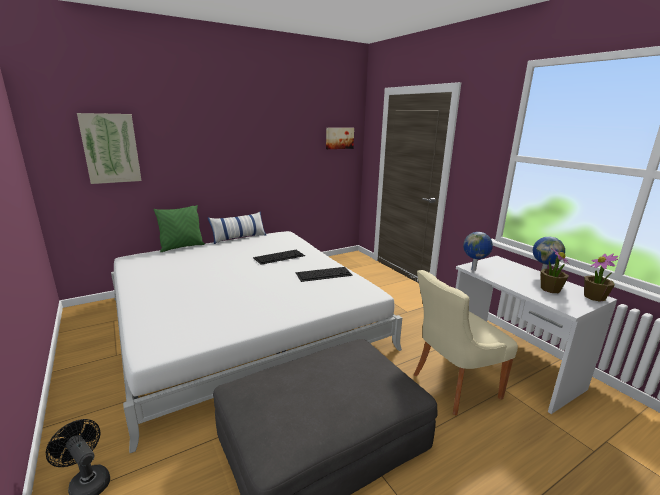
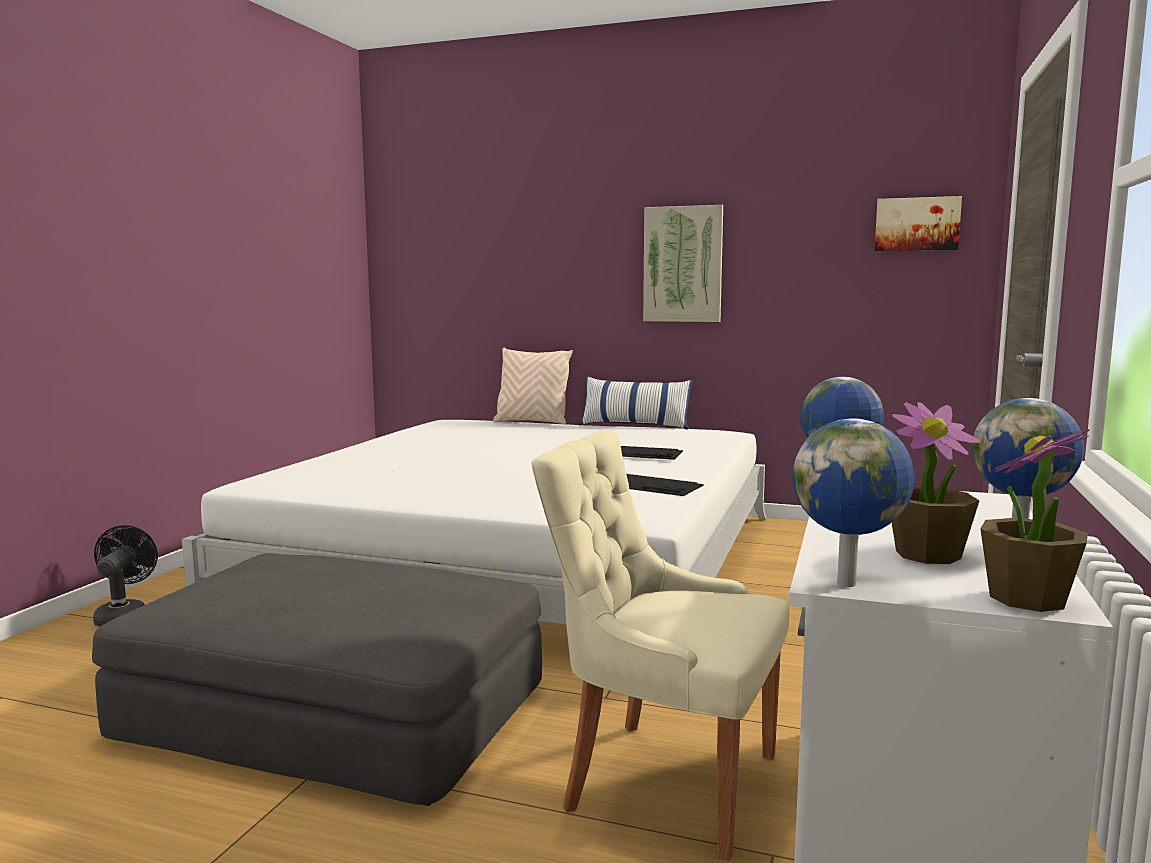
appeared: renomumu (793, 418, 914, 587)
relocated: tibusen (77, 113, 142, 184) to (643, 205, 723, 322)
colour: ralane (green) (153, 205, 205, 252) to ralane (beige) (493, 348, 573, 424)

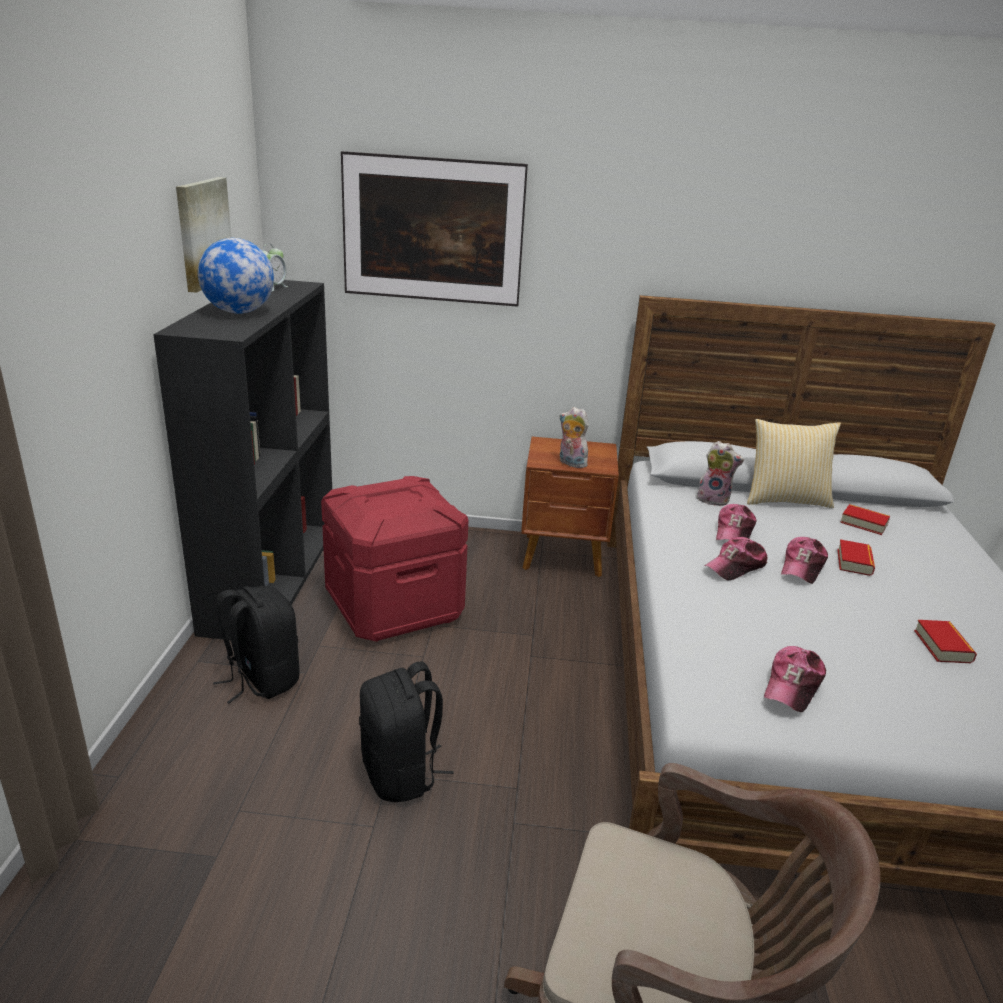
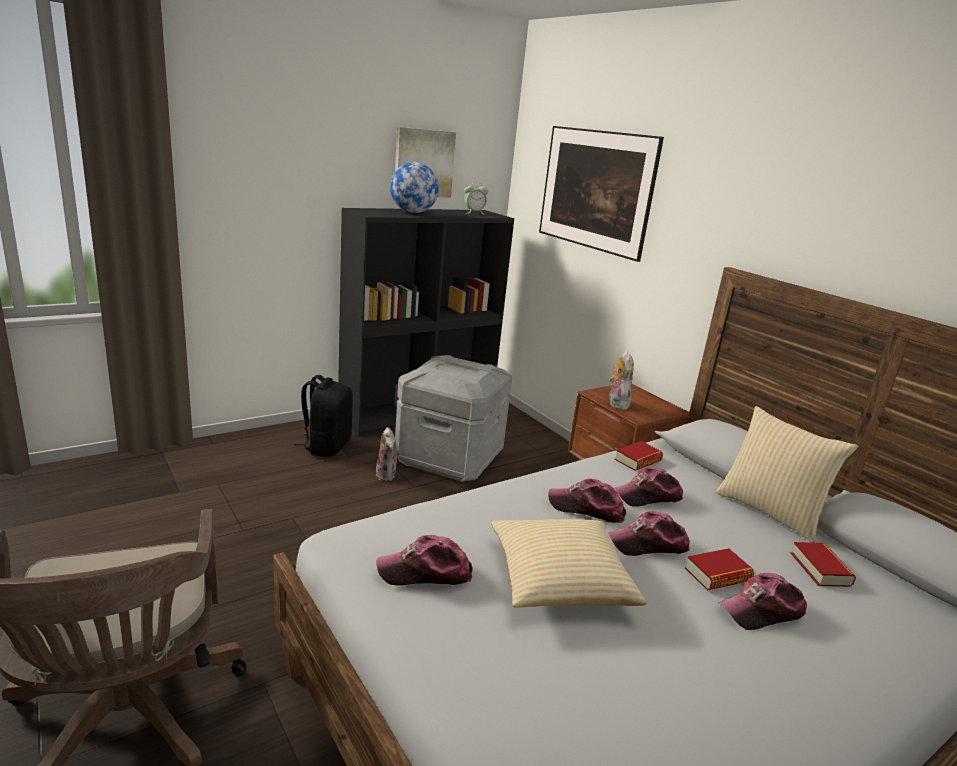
missing: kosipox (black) (359, 662, 453, 802)
appeared: ralane (491, 519, 647, 608); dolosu (719, 573, 807, 630)
relocated: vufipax (696, 441, 744, 506) to (376, 427, 400, 481); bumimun (914, 620, 977, 663) to (614, 441, 663, 471)
colour: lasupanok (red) (321, 476, 469, 642) to lasupanok (grey) (395, 355, 512, 482)

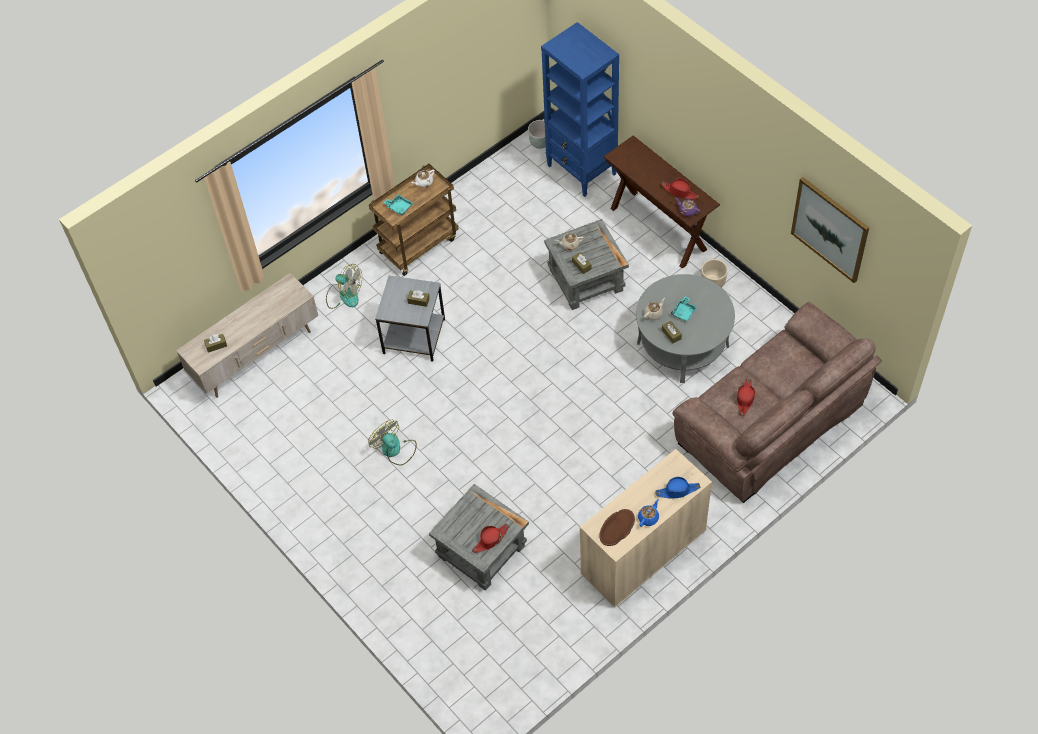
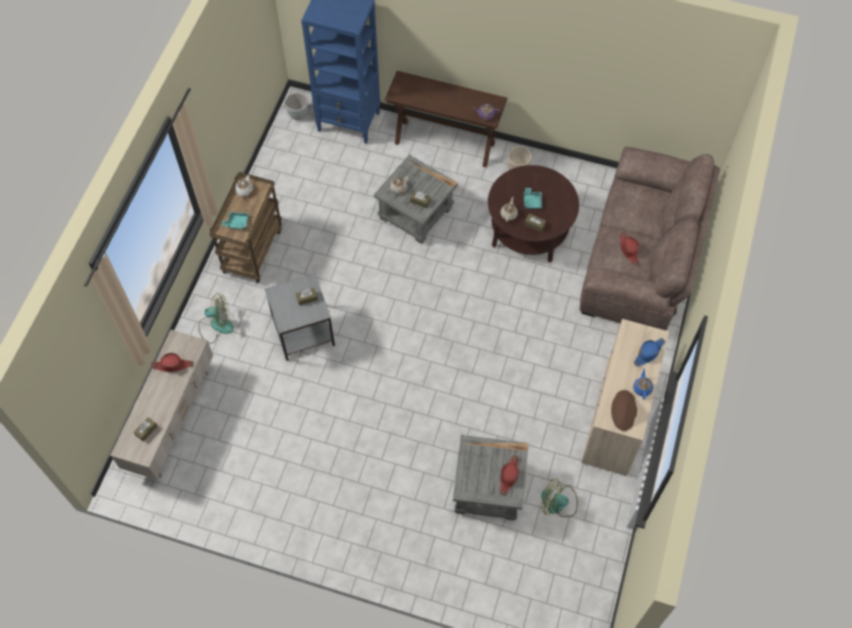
missing: tibusen (791, 177, 869, 283)
relocated: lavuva (368, 419, 417, 465) to (541, 479, 578, 517); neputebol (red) (661, 179, 699, 199) to (151, 353, 193, 372)
colour: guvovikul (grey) (636, 274, 735, 383) to guvovikul (brown) (488, 165, 579, 262)

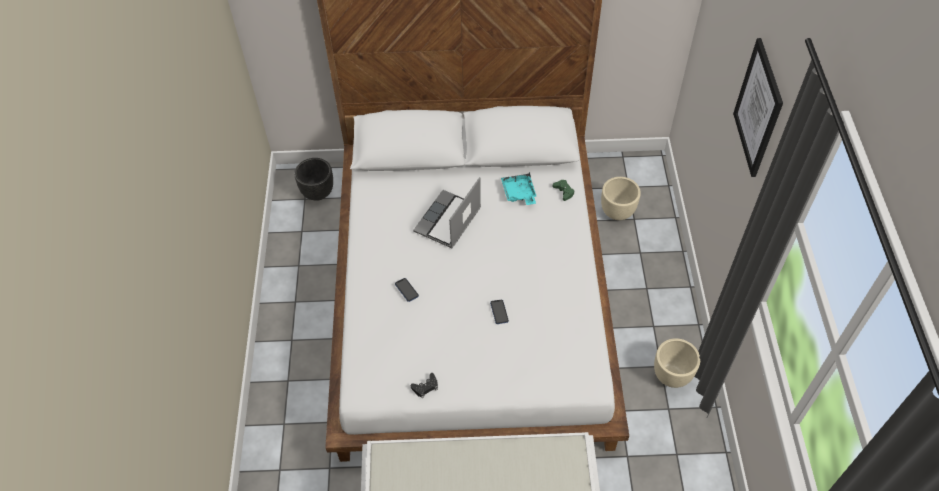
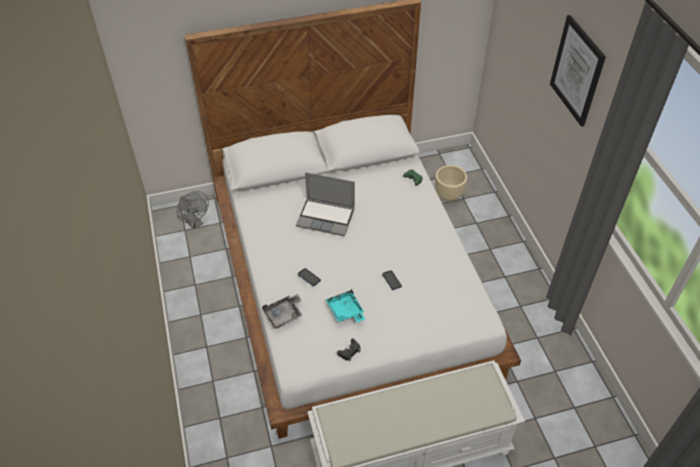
missing: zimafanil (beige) (654, 338, 700, 388)
appeared: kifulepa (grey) (262, 294, 302, 329)
relocated: kifulepa (turquoise) (501, 172, 536, 205) to (326, 289, 365, 322)
exchanged: zimafanil (black) (294, 158, 333, 201) to lavuva (grey) (177, 191, 209, 229)
spun: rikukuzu (413, 177, 481, 248) = (296, 172, 355, 236) 90 degrees counterclockwise

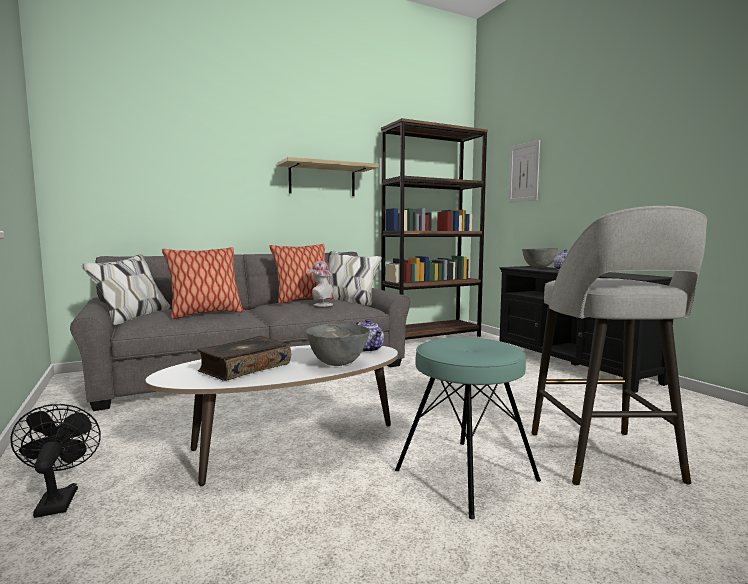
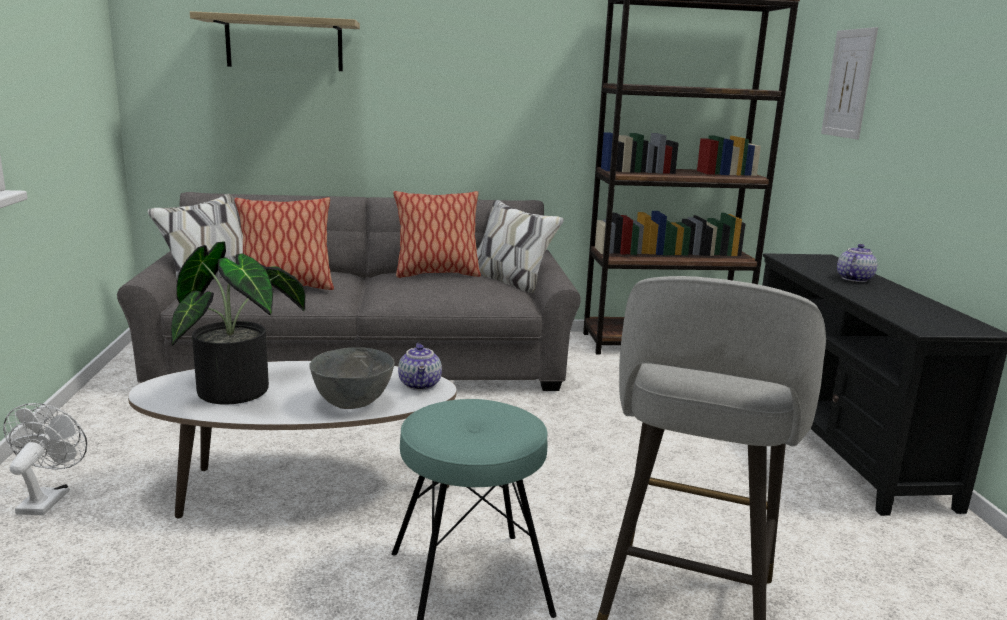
missing: neputebol (307, 261, 333, 307); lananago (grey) (522, 248, 558, 268)
relocated: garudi (277, 157, 379, 196) to (190, 11, 360, 71)
exchanged: bumimun (197, 336, 291, 381) to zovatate (171, 241, 305, 404)
colour: lavuva (black) (10, 404, 101, 518) to lavuva (white) (3, 403, 87, 515)

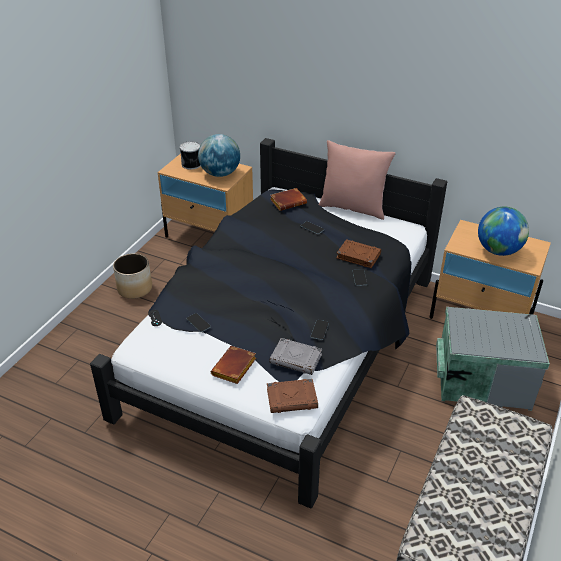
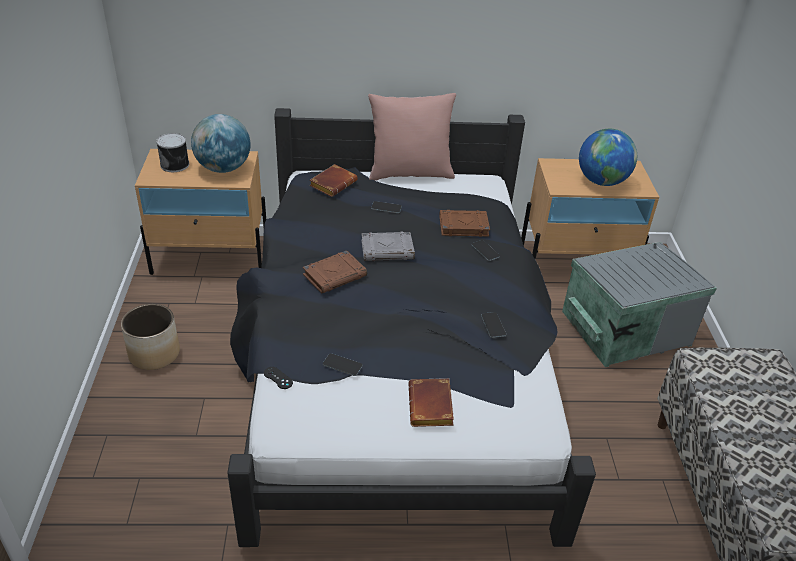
relocated: bumimun (brown) (267, 379, 318, 413) to (303, 251, 367, 294); bumimun (grey) (269, 338, 322, 375) to (361, 232, 415, 261)

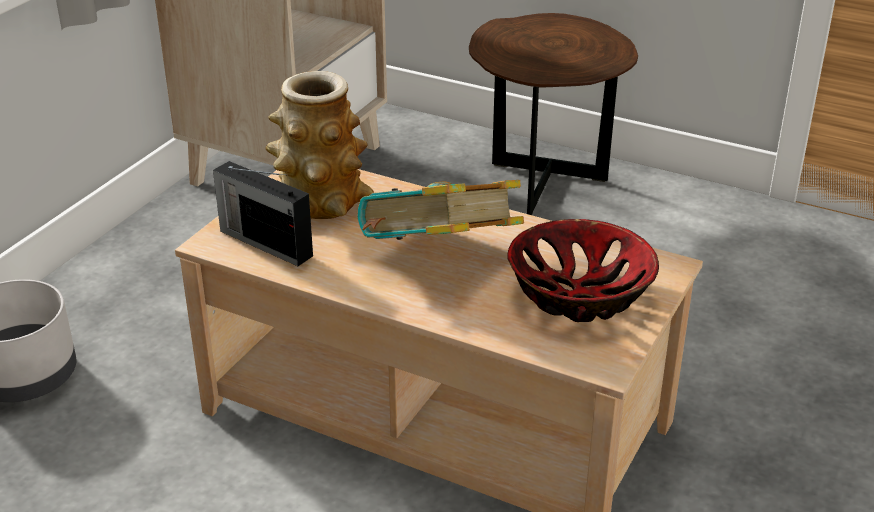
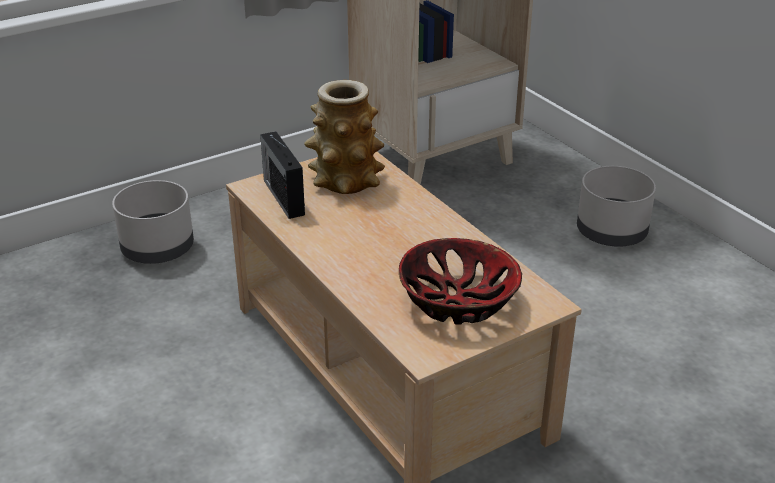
missing: bumimun (357, 180, 524, 240)
exchanged: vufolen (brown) (469, 13, 638, 215) to zimafanil (grey) (577, 166, 656, 247)

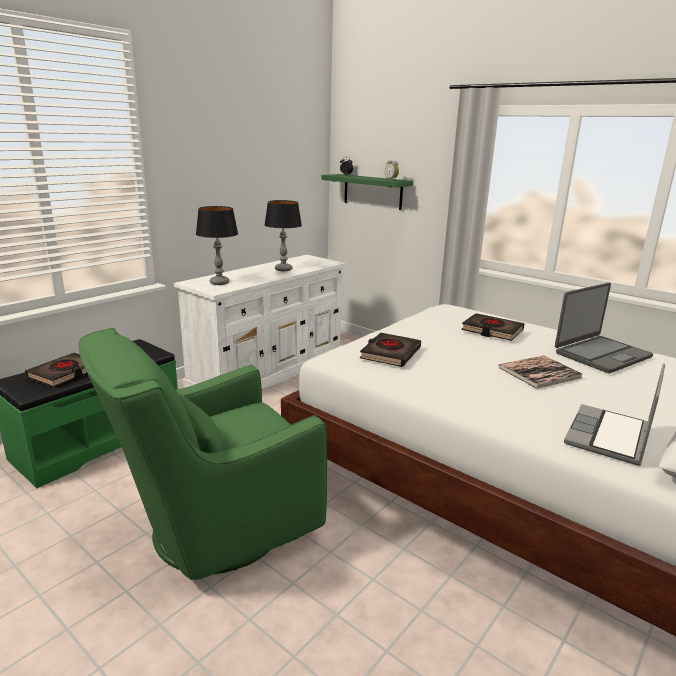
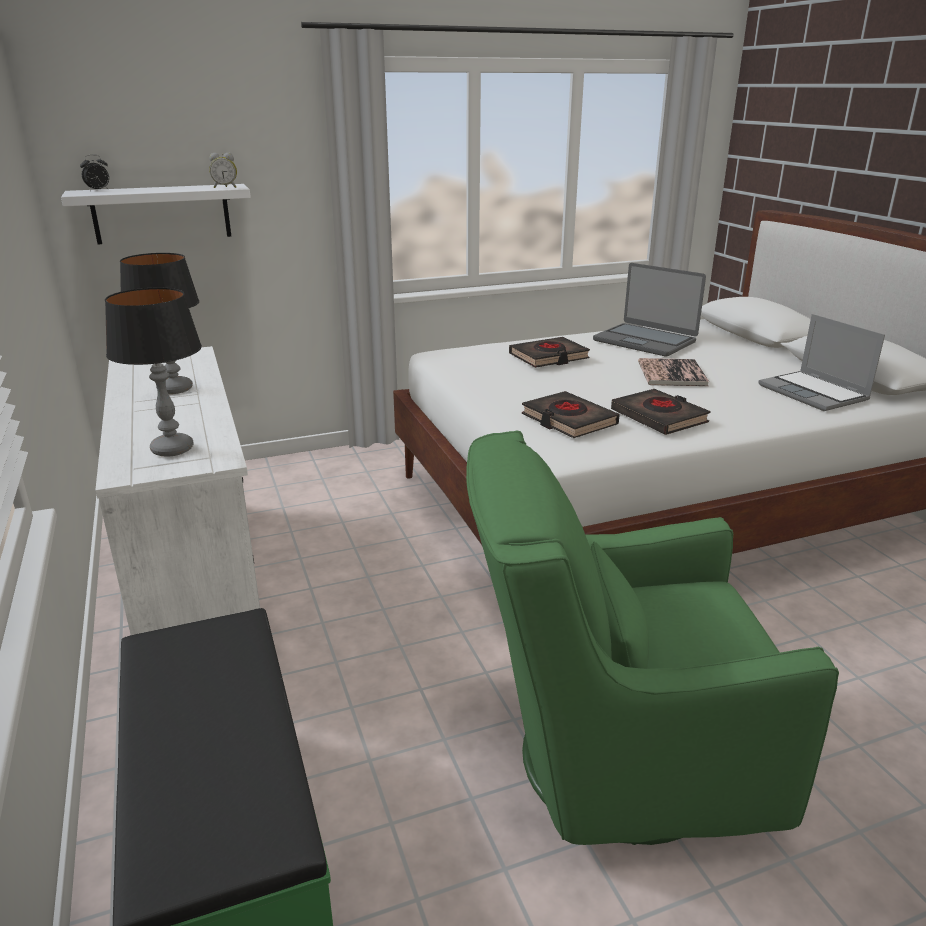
relocated: bumimun (black) (25, 353, 87, 387) to (611, 389, 711, 435)
colour: garudi (green) (321, 174, 413, 210) to garudi (white) (61, 184, 251, 244)
spun: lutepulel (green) (79, 328, 327, 580) = (466, 430, 839, 845) 90 degrees clockwise; rikukuzu (555, 283, 653, 373) = (593, 263, 706, 357) 135 degrees clockwise

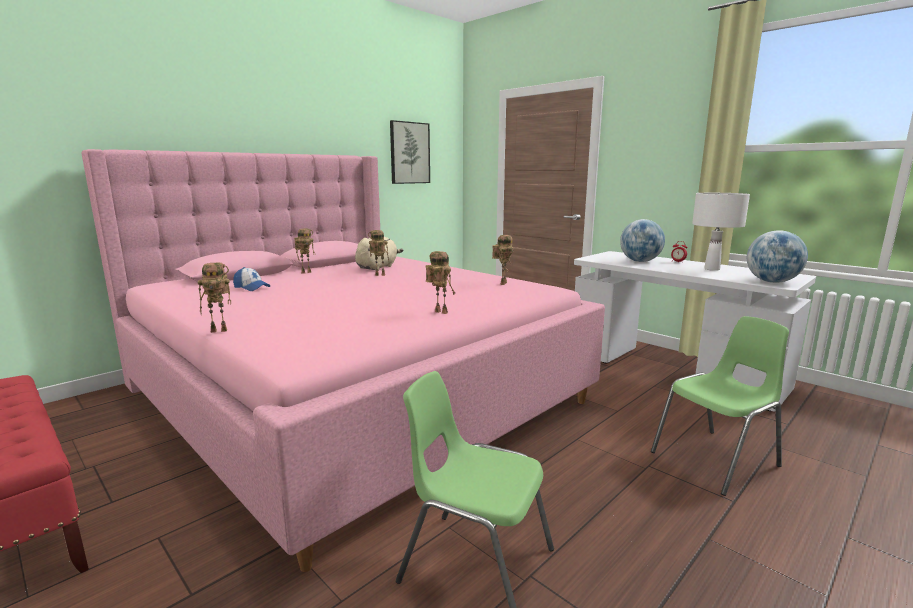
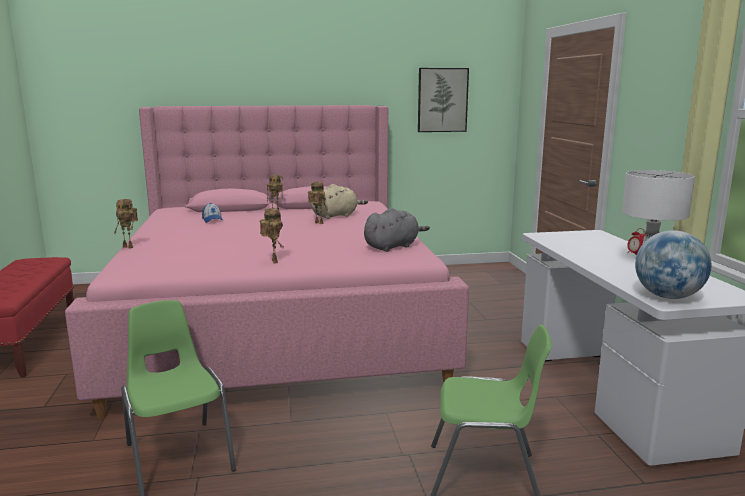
missing: renomumu (620, 219, 665, 262)
exchanged: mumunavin (492, 235, 514, 285) to vufipax (grey) (364, 208, 430, 252)

